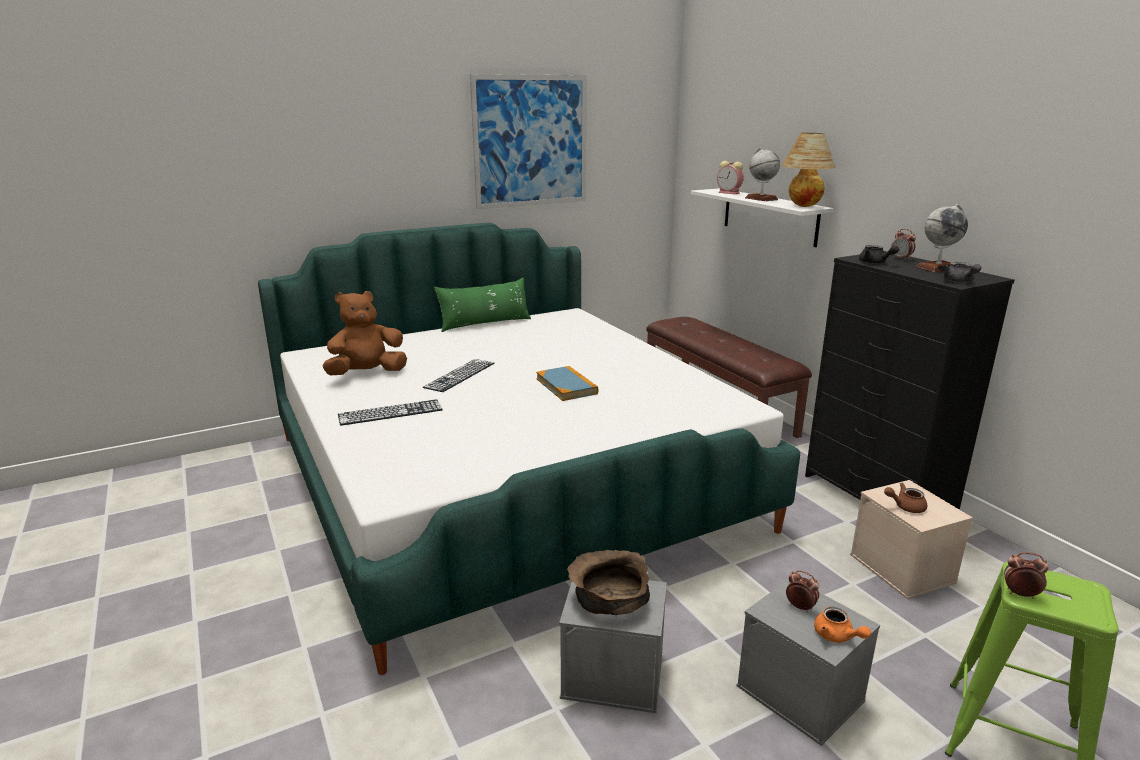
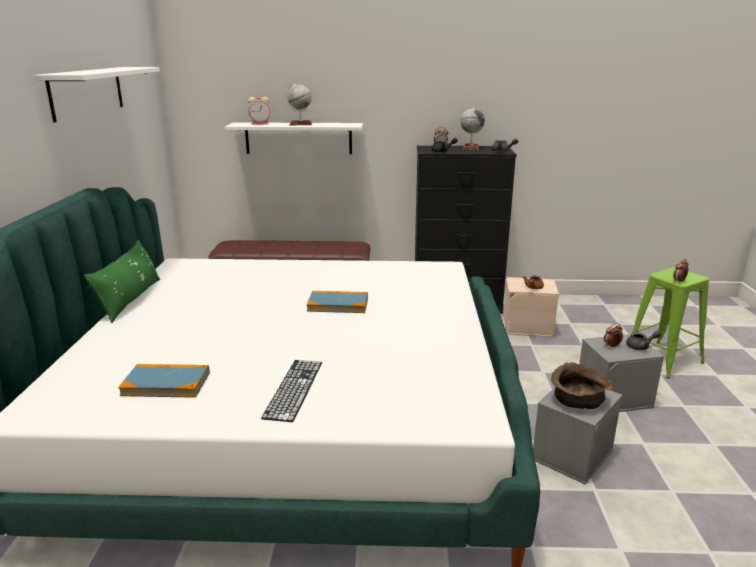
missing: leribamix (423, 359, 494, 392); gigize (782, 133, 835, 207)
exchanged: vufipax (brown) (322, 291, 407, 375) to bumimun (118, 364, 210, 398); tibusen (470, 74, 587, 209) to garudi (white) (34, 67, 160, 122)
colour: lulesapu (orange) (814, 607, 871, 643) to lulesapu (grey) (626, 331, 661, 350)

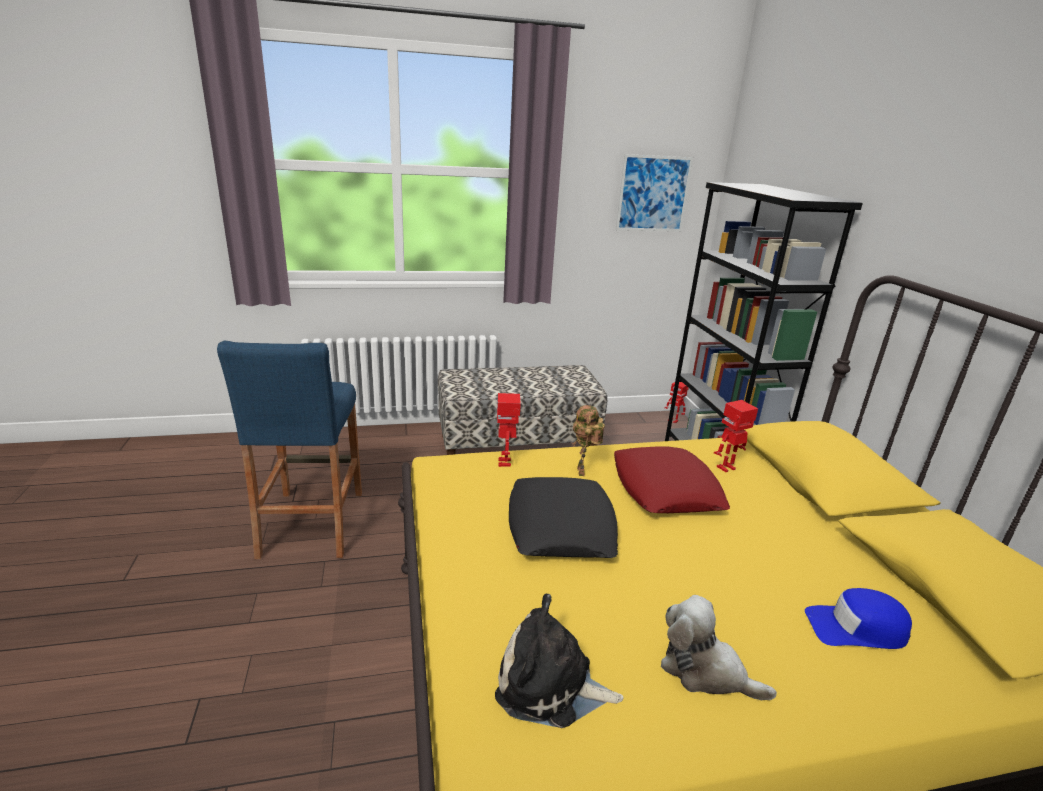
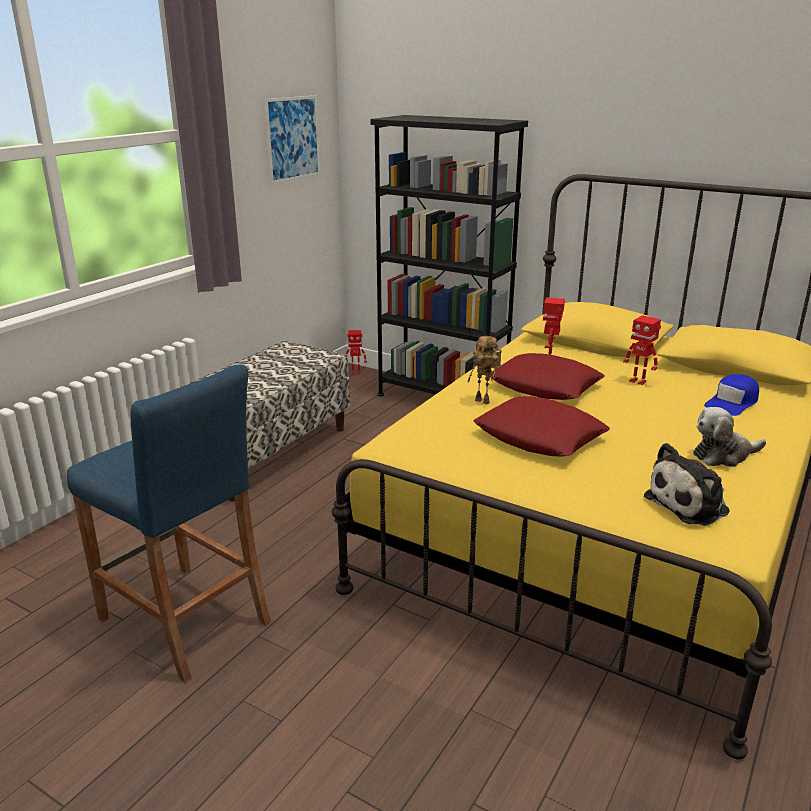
relocated: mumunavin (497, 393, 521, 467) to (623, 315, 661, 385)
colour: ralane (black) (509, 477, 618, 558) to ralane (red) (474, 396, 610, 456)

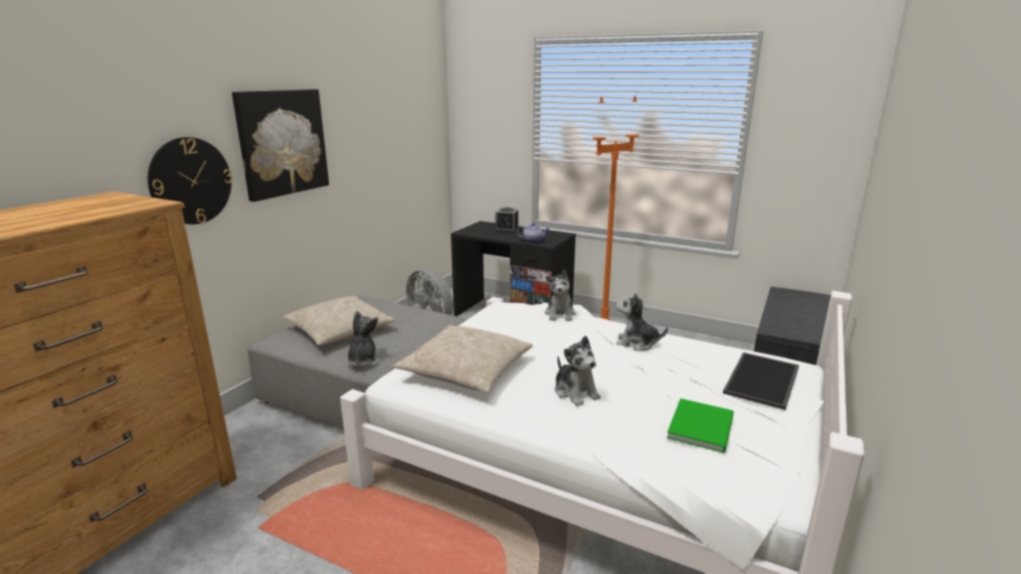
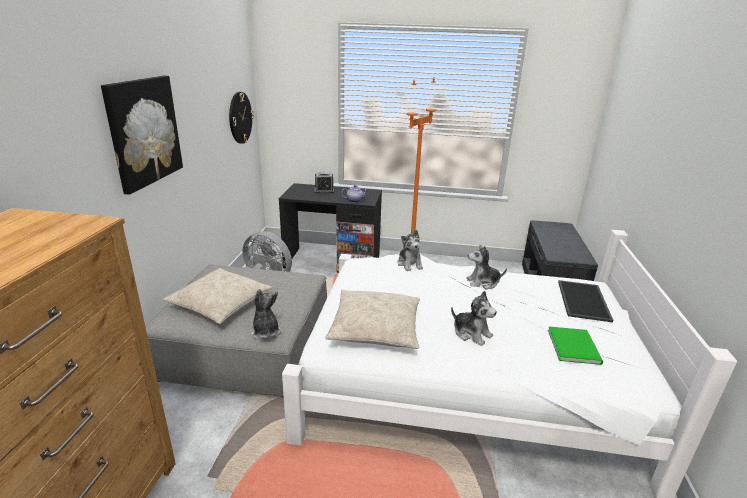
relocated: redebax (148, 137, 233, 224) to (229, 92, 254, 144)

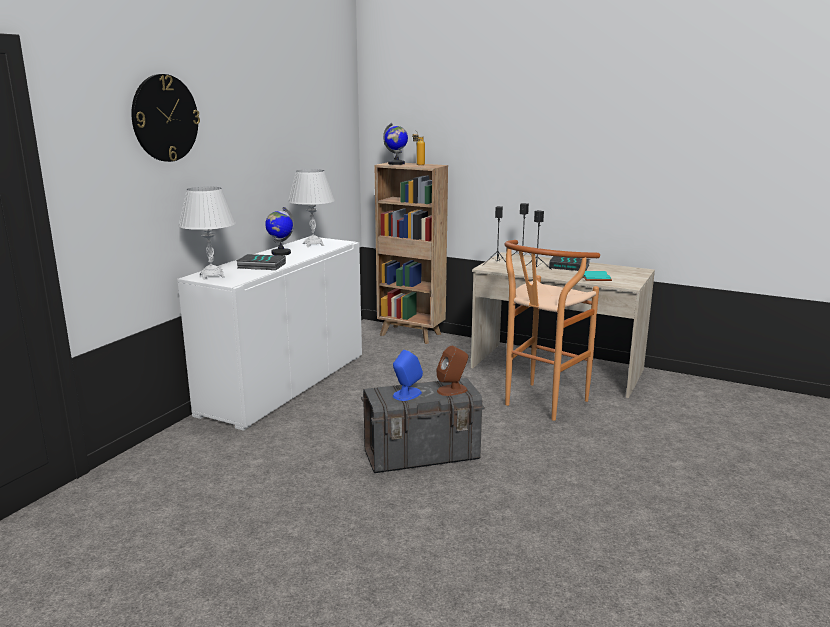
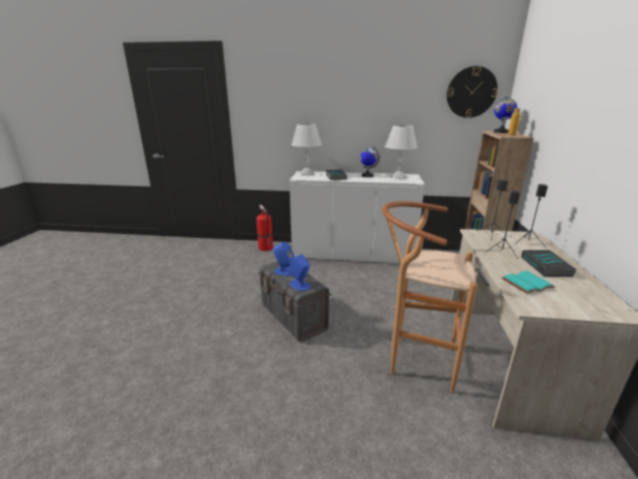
appeared: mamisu (256, 205, 273, 251)
relocated: redebax (131, 74, 200, 162) to (447, 66, 497, 118)
colour: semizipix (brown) (437, 346, 468, 396) to semizipix (blue) (288, 254, 311, 291)

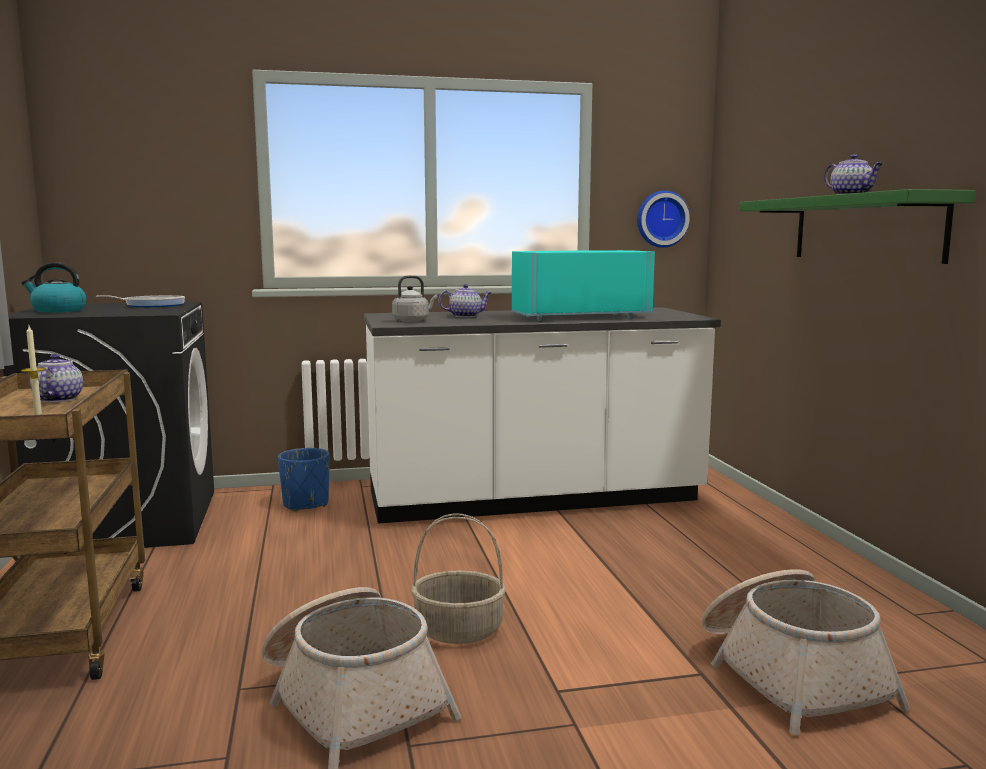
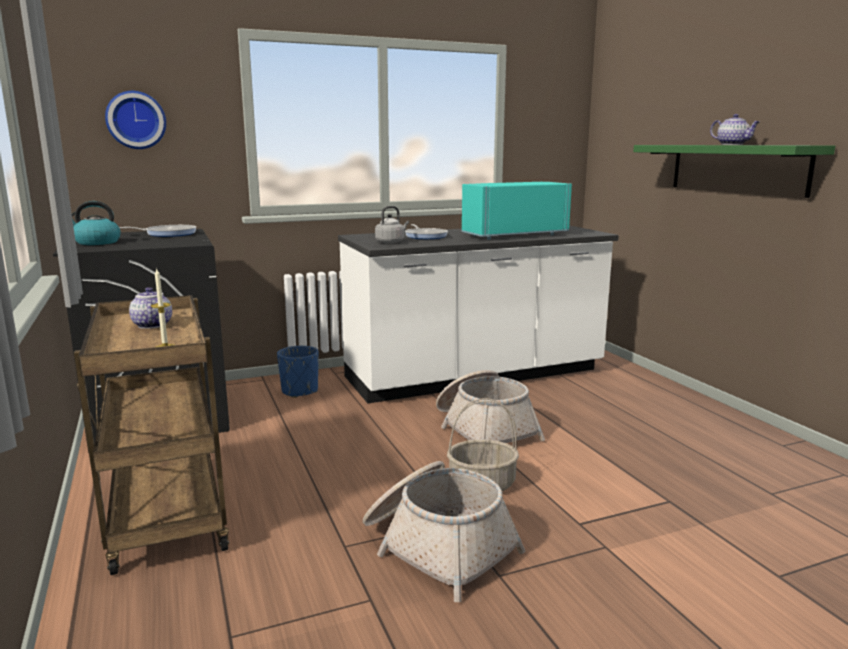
relocated: redebax (637, 190, 690, 248) to (105, 91, 166, 149); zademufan (701, 569, 910, 736) to (436, 370, 545, 443)
exchanged: lulesapu (439, 284, 492, 317) to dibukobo (405, 224, 448, 239)

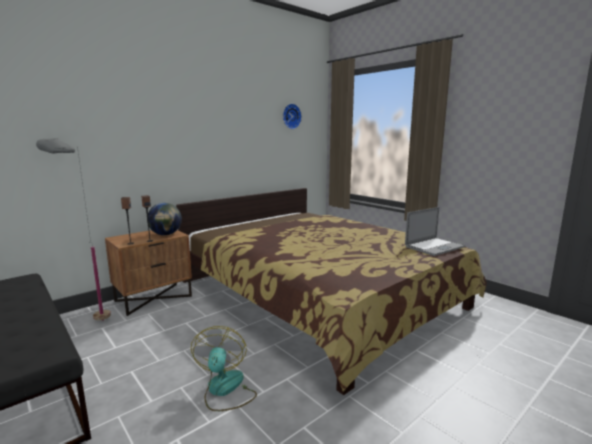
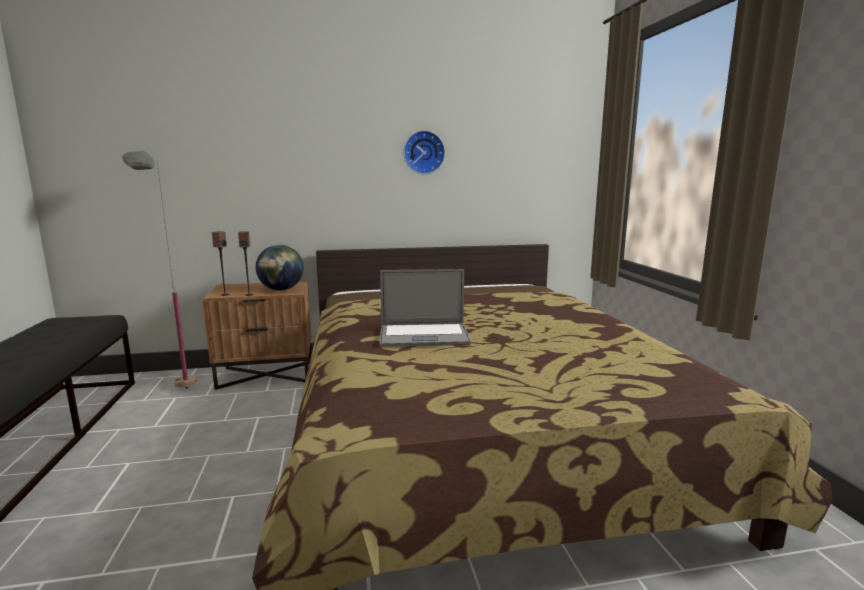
missing: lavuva (191, 326, 257, 411)
relocated: redebax (283, 104, 302, 129) to (403, 130, 445, 174); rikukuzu (405, 207, 466, 256) to (380, 269, 471, 347)

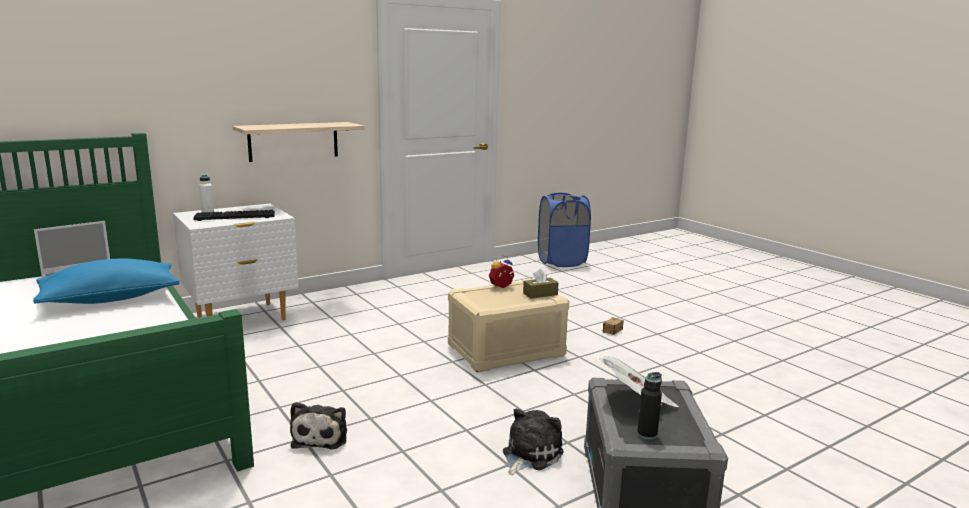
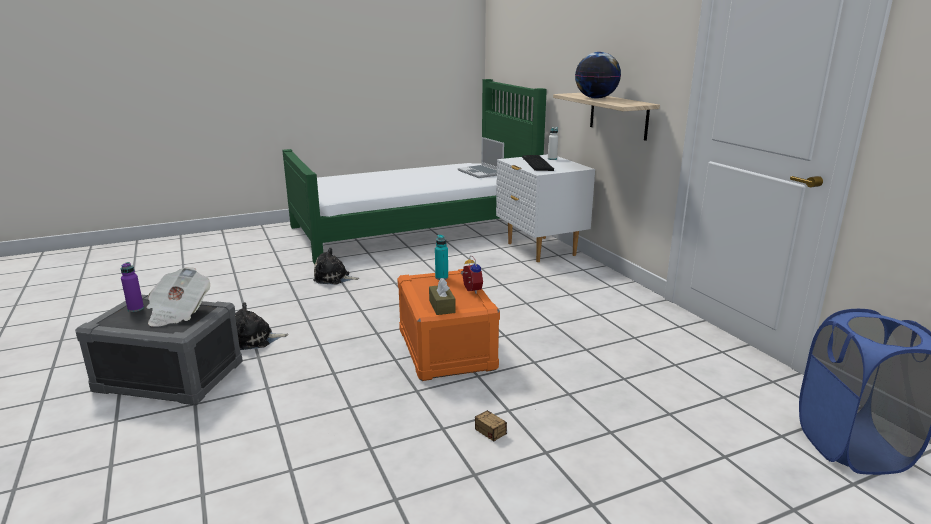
missing: ralane (blue) (33, 259, 180, 304)
appeared: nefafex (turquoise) (435, 235, 448, 280); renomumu (575, 52, 621, 98)
colour: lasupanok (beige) (448, 279, 570, 372) to lasupanok (orange) (397, 269, 500, 381); nefafex (black) (637, 372, 662, 440) to nefafex (purple) (121, 262, 144, 312)
spun: vufipax (503, 409, 564, 475) = (235, 302, 288, 350) 120 degrees clockwise

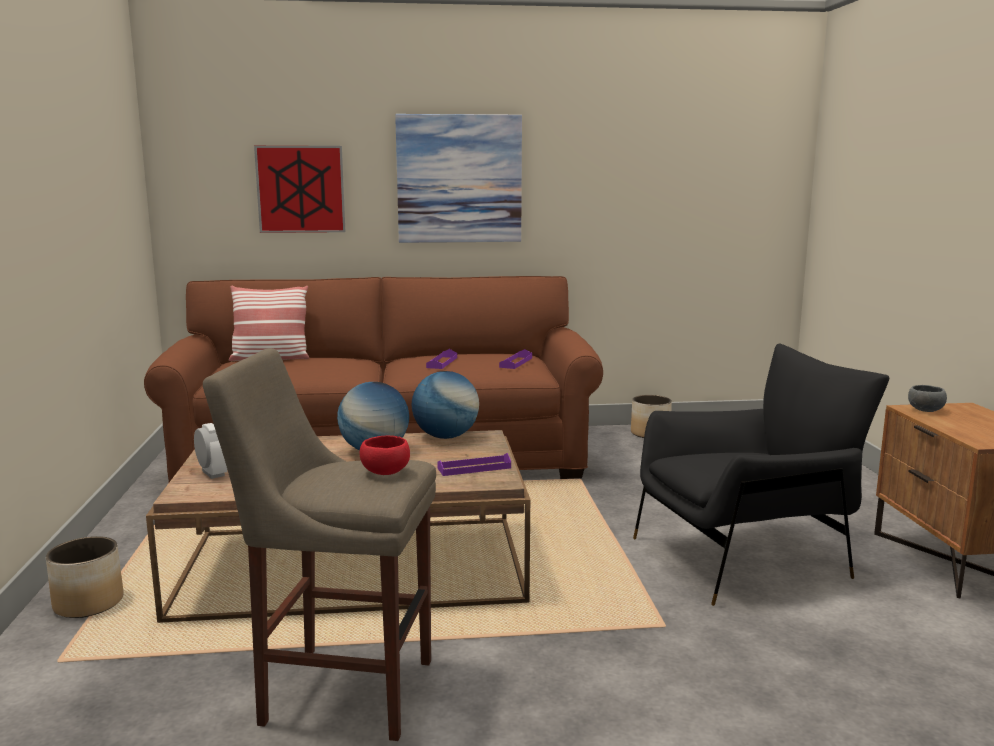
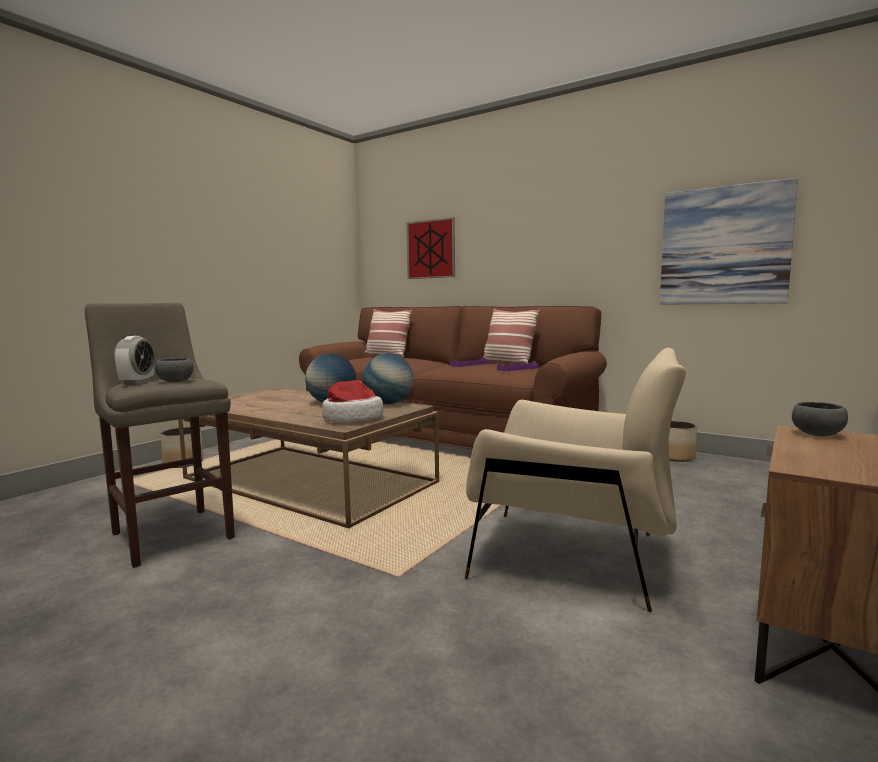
appeared: ralane (483, 308, 540, 365)
relocated: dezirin (194, 423, 227, 479) to (114, 336, 155, 385); tibusen (395, 114, 522, 243) to (660, 178, 798, 305)
exchanged: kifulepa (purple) (437, 453, 511, 476) to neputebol (322, 380, 383, 422)
colour: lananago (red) (360, 436, 410, 475) to lananago (grey) (155, 358, 194, 382); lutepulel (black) (633, 343, 889, 606) to lutepulel (beige) (465, 348, 686, 612)

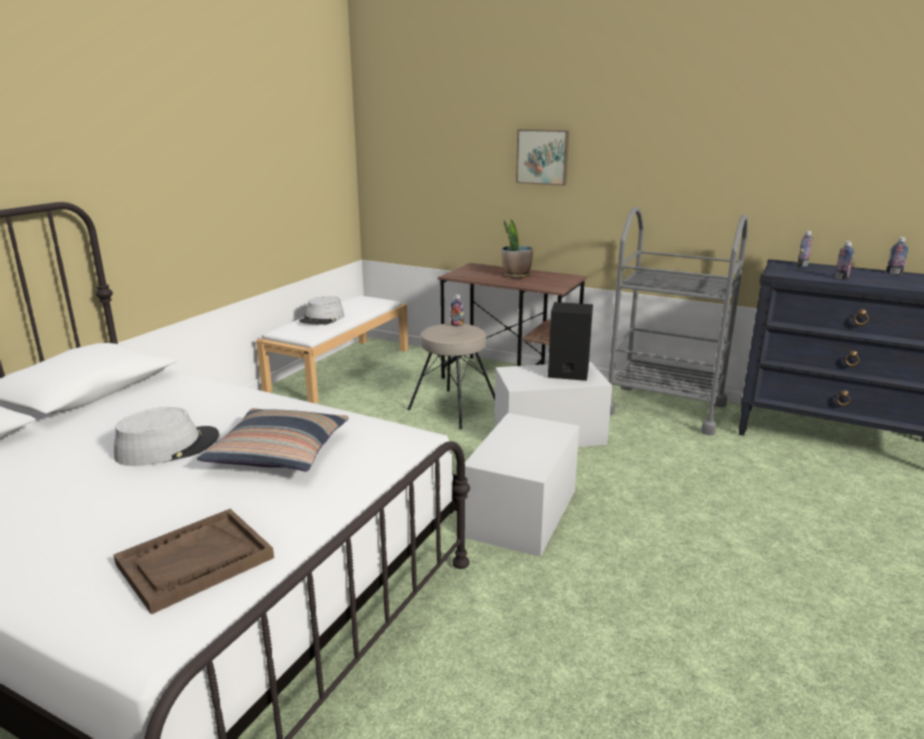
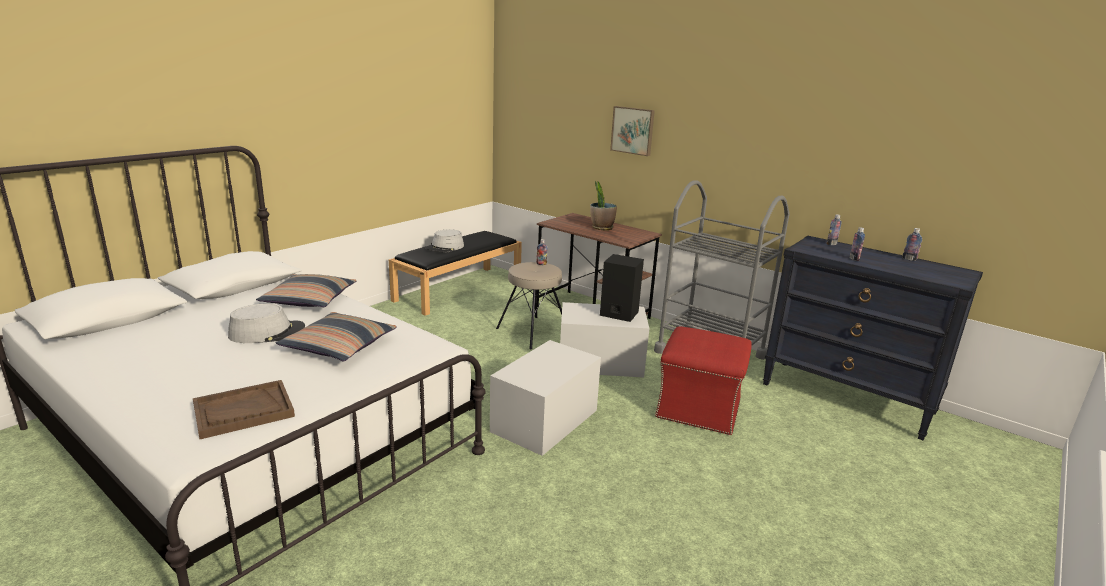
appeared: ralane (256, 274, 356, 307); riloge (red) (655, 326, 752, 435)
colour: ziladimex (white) (256, 296, 408, 404) to ziladimex (black) (389, 231, 522, 316)

